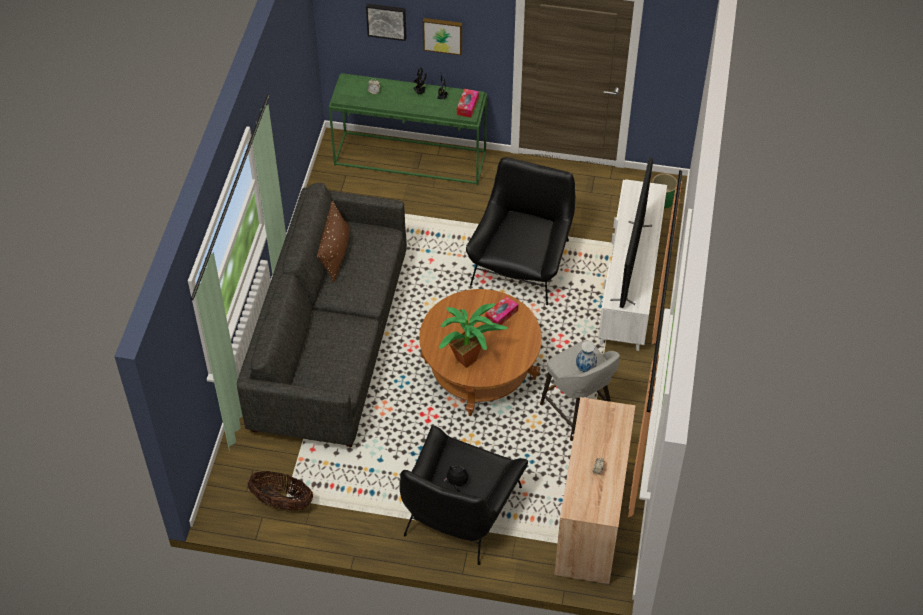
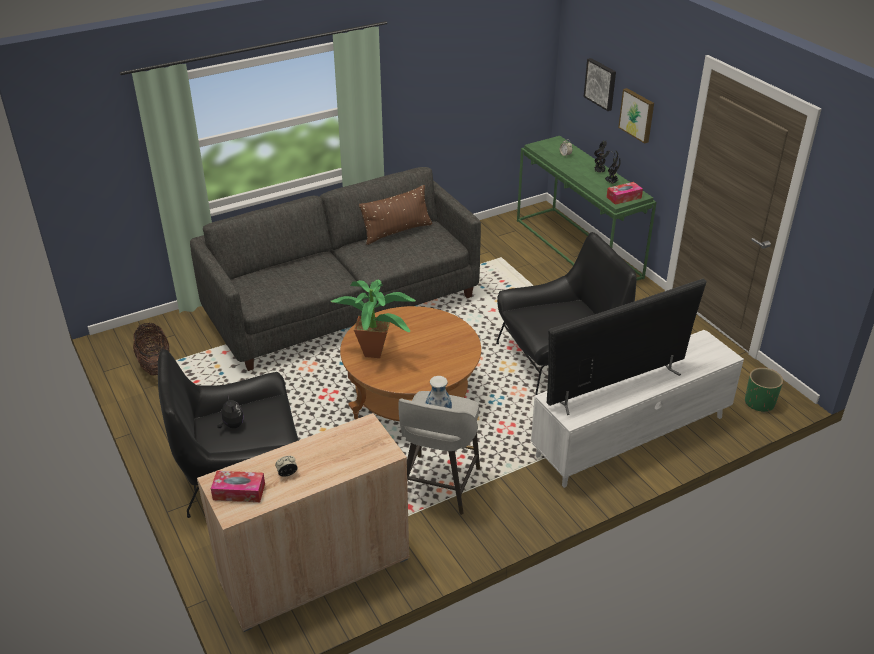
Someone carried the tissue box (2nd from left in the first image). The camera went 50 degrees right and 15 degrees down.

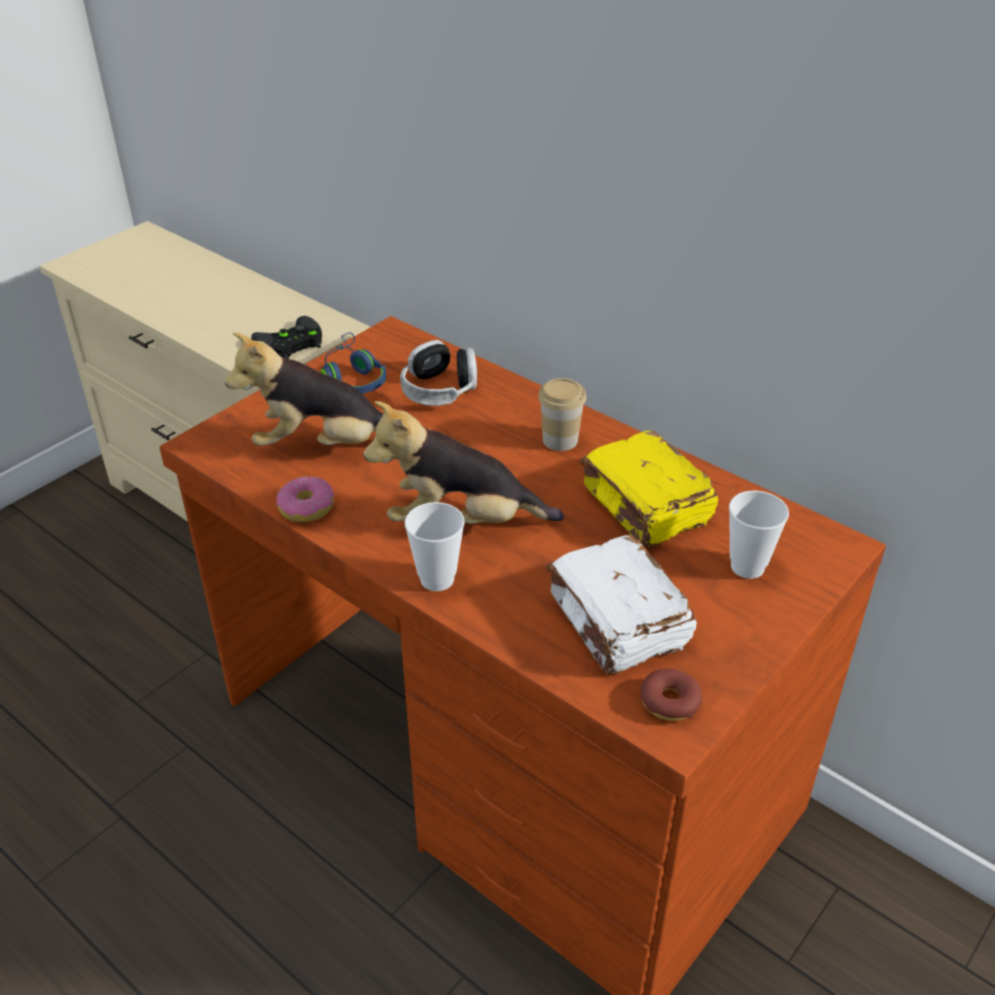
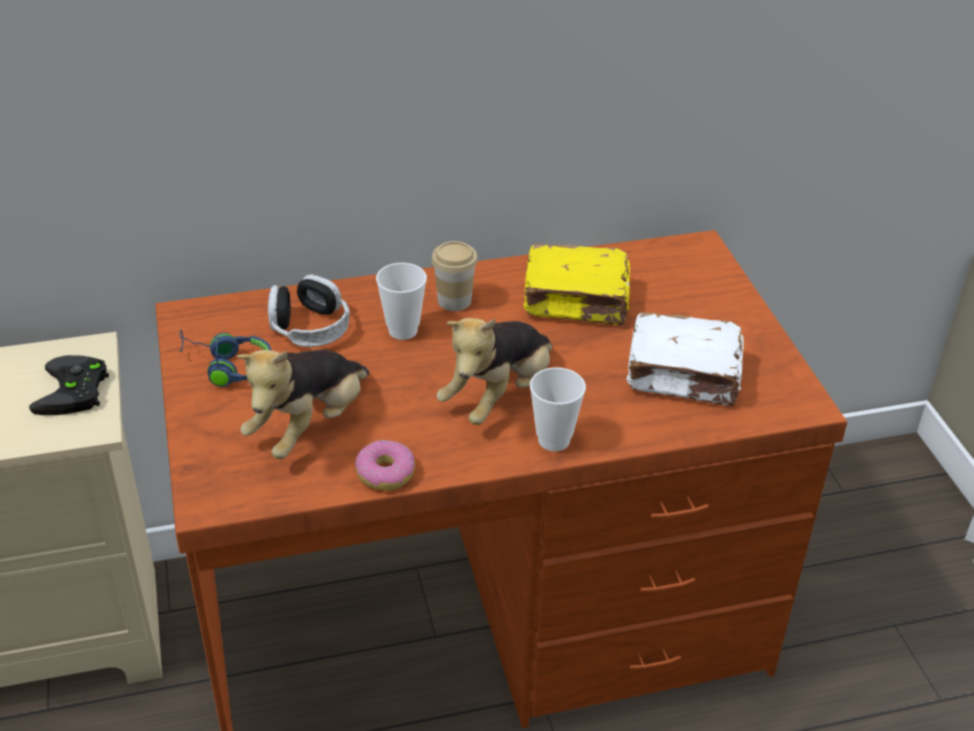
Someone took away the donut (2nd from left). Someone carried the cup (3rd from left in the first image). The camera went 55 degrees left and 0 degrees up.

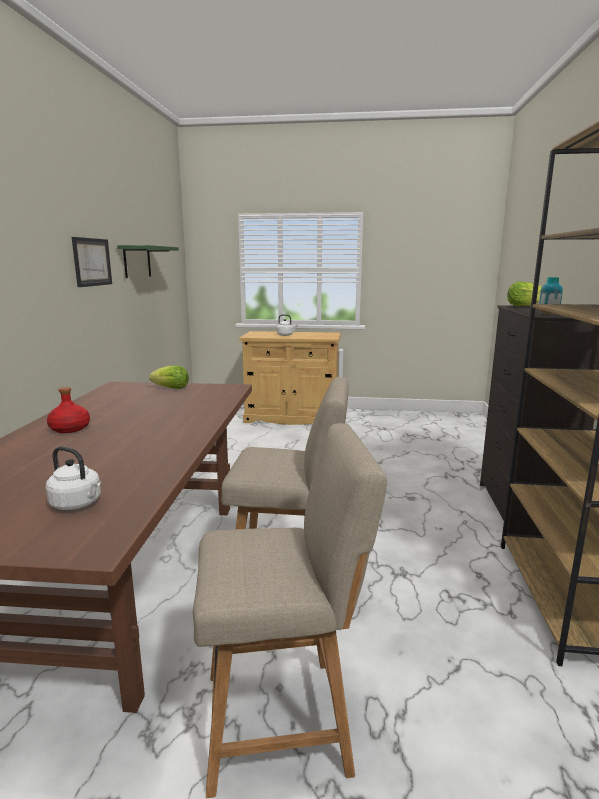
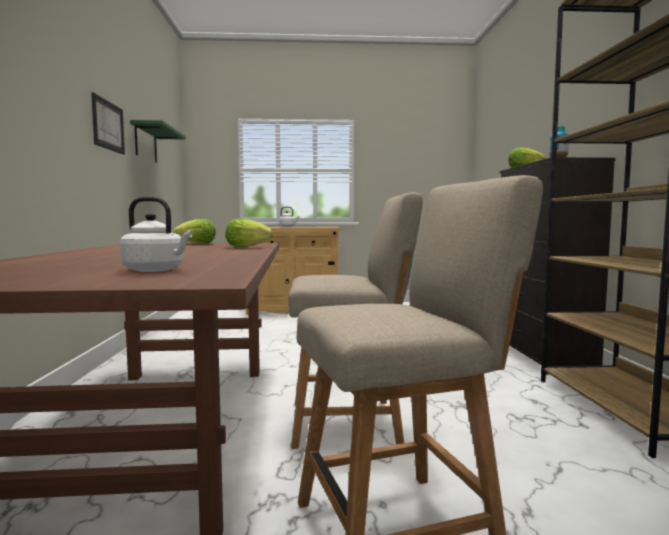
Someone took away the red bottle. Someone put down the lettuce (2nd from left). The camera went 10 degrees left and 10 degrees down.

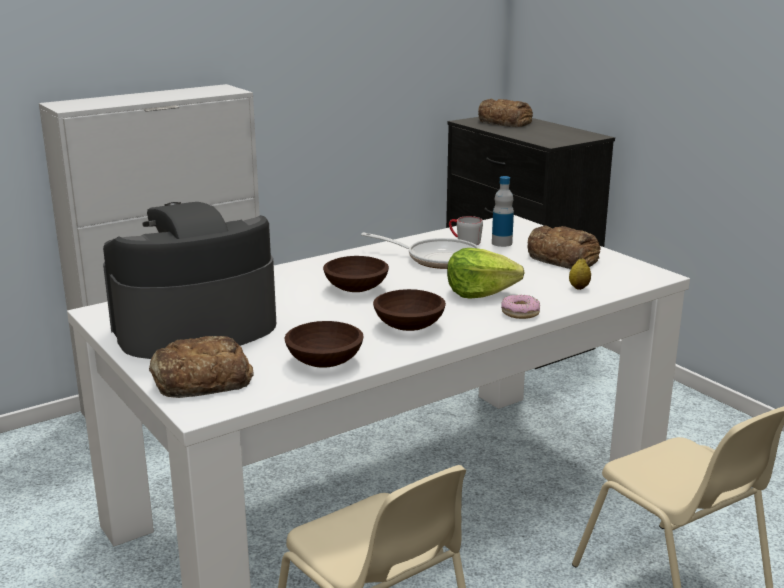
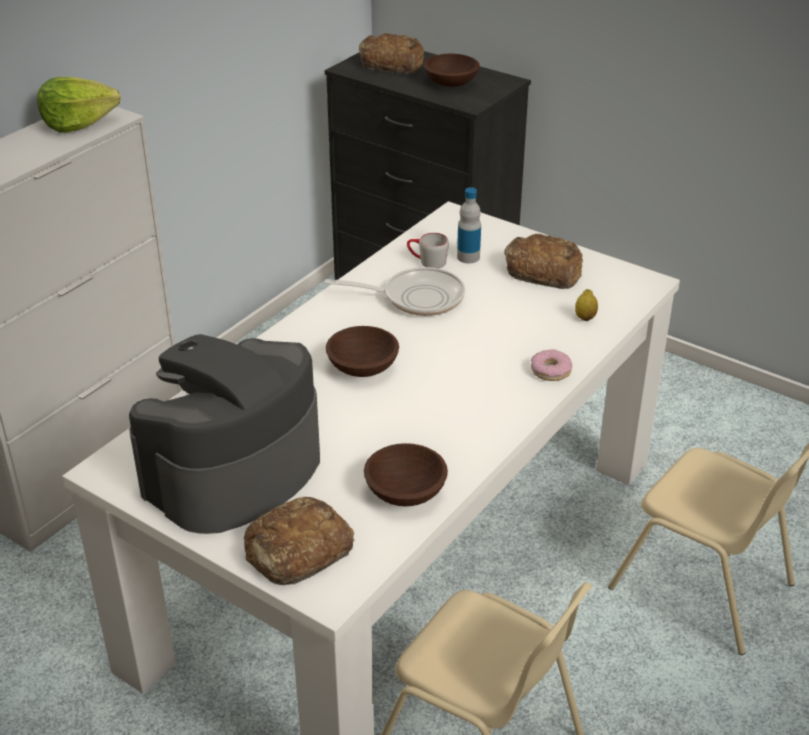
Someone carried the brown bowl (3rd from left). Someone carried the lettuce. The camera went 20 degrees left and 15 degrees up.

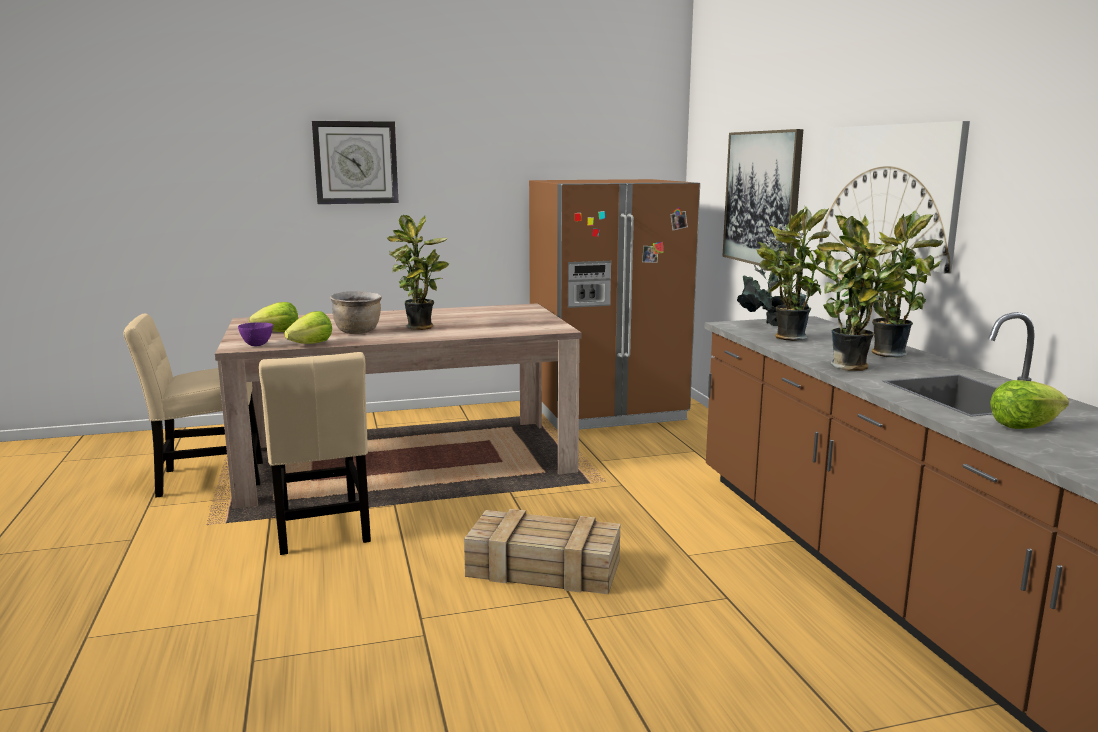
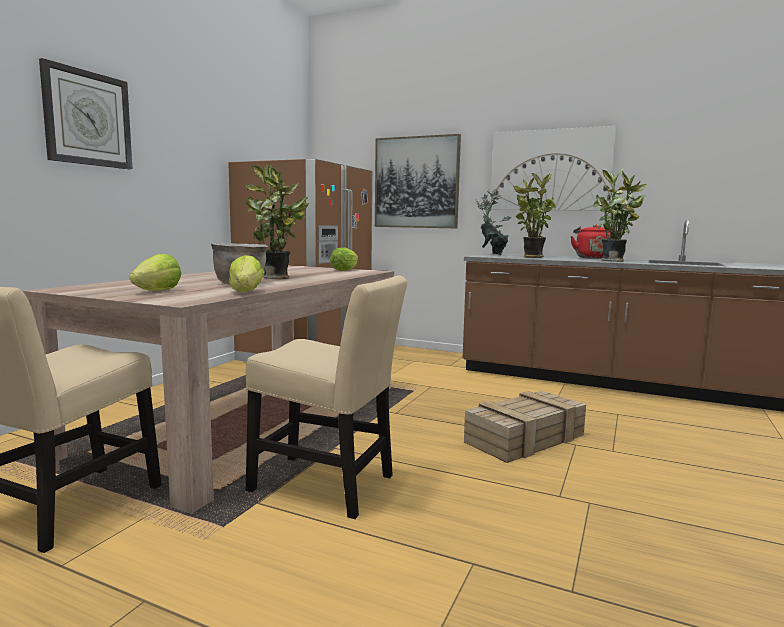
Someone took away the purple bowl. Someone carried the lettuce (3rd from left). Someone swapped the potted plant (5th from left) for the red kettle. The camera went 50 degrees left and 5 degrees down.

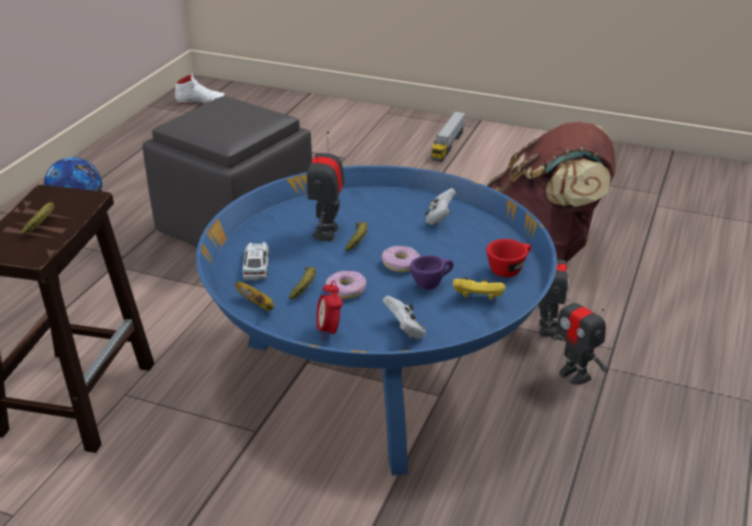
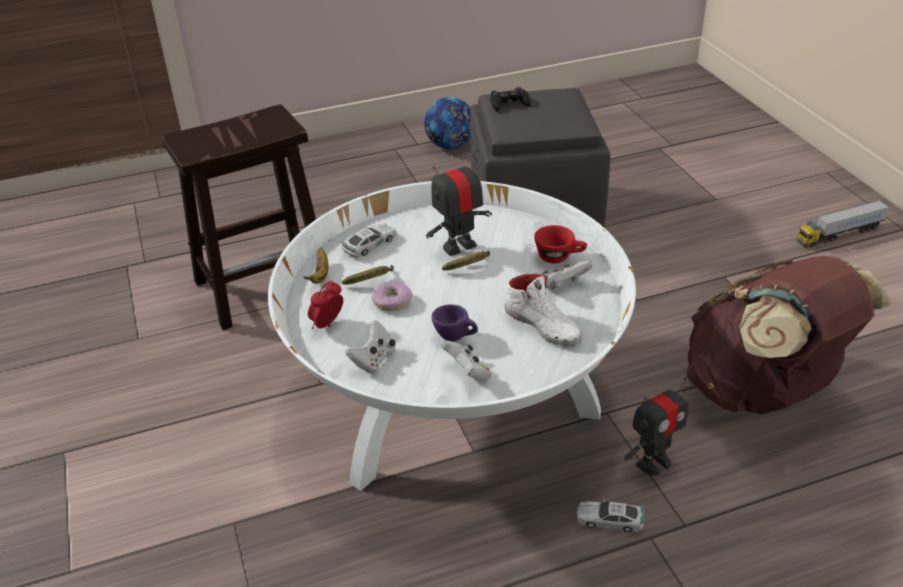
Someone took away the banana (1st from left). Someone took away the donut (2nd from left). Someone put down the black game controller. Someone carried the white shoe. Someone carried the red cup. Someone swapped the toy robot (3rd from left) for the toy car (2nd from left). Someone repainted the blue coffee table, which became the white coffee table. Someone repainted the yellow game controller, which became the white game controller (2nd from left). The camera went 50 degrees right and 5 degrees up.

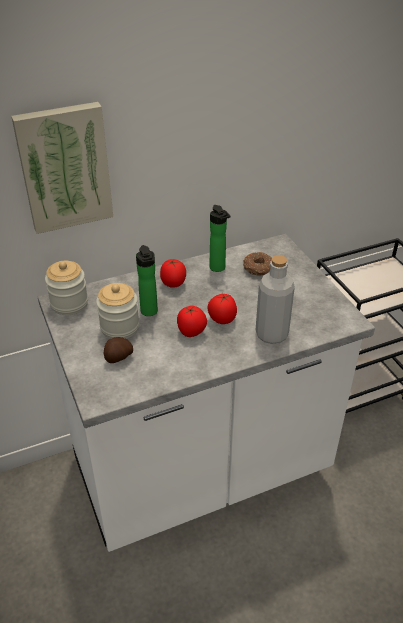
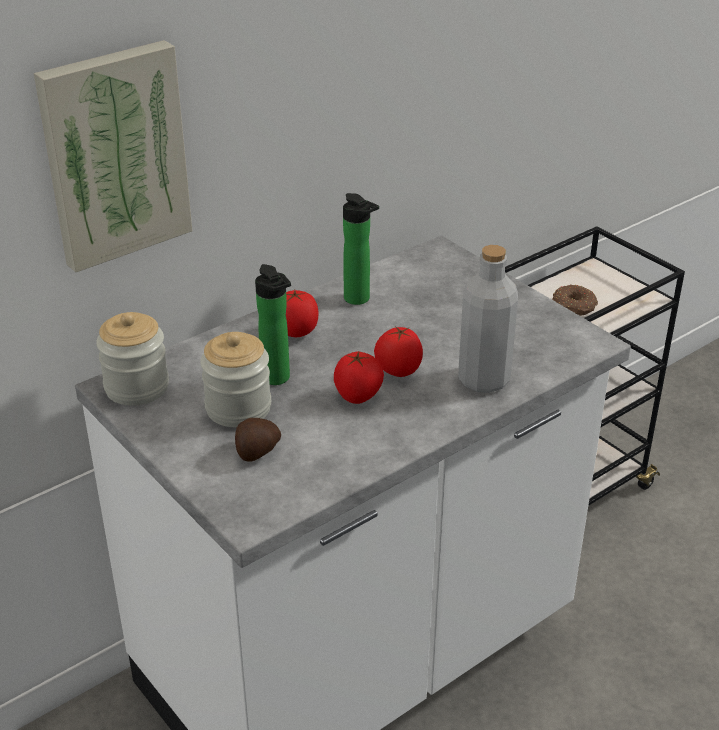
Someone carried the donut. The camera went 15 degrees left and 5 degrees down.

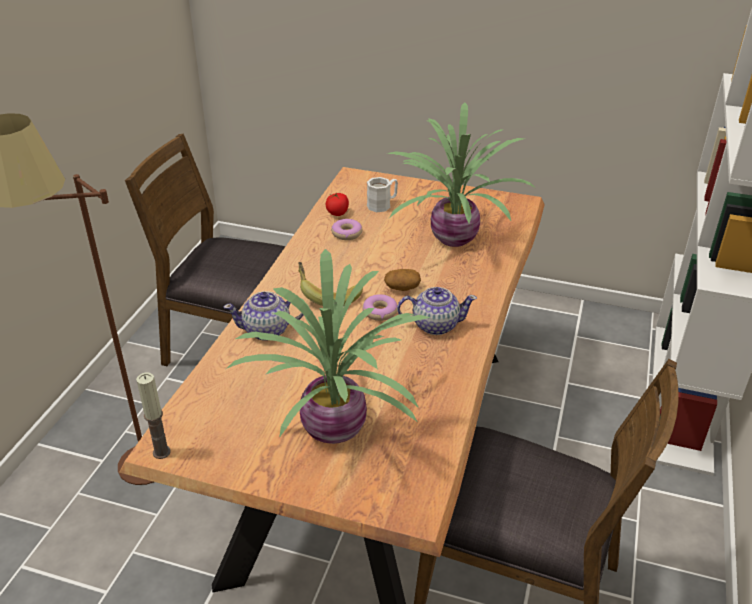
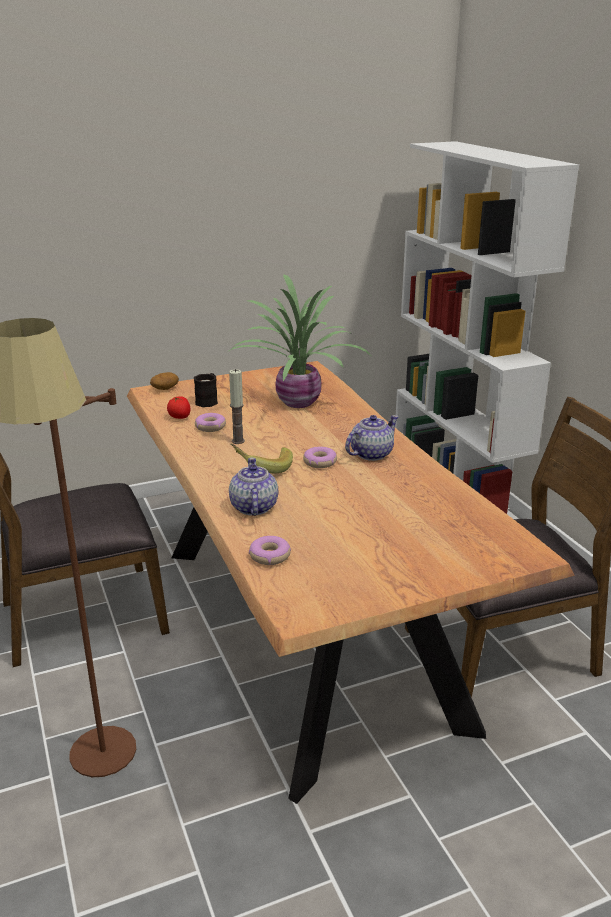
Someone took away the potted plant (1st from left). Someone put down the donut (2nd from left). Someone carried the candle. Someone carried the potato. Someone repainted the white mug, which became the black mug. Someone rotated the teapot (1st from left) by 135 degrees clockwise. The camera went 40 degrees left and 10 degrees down.

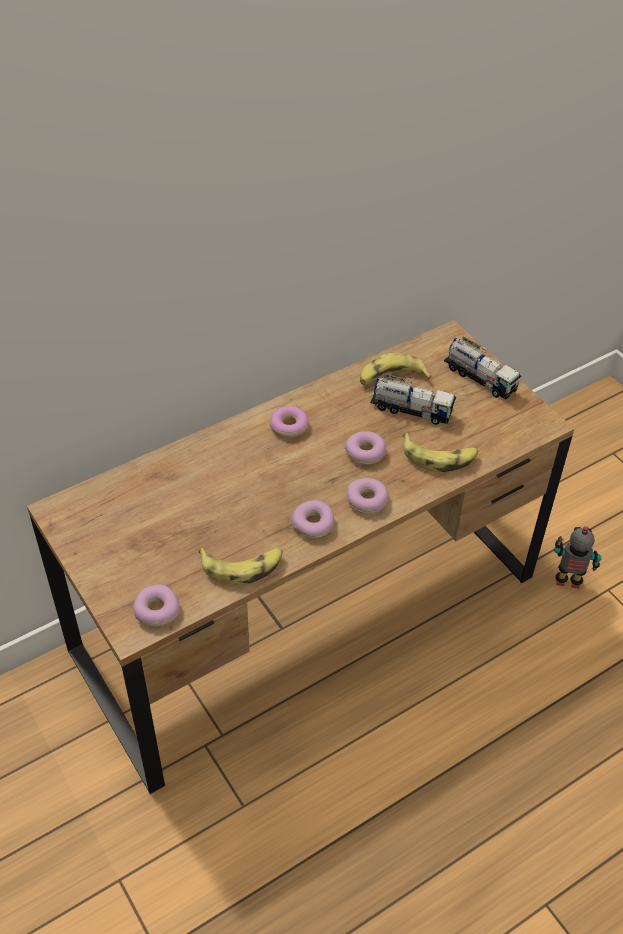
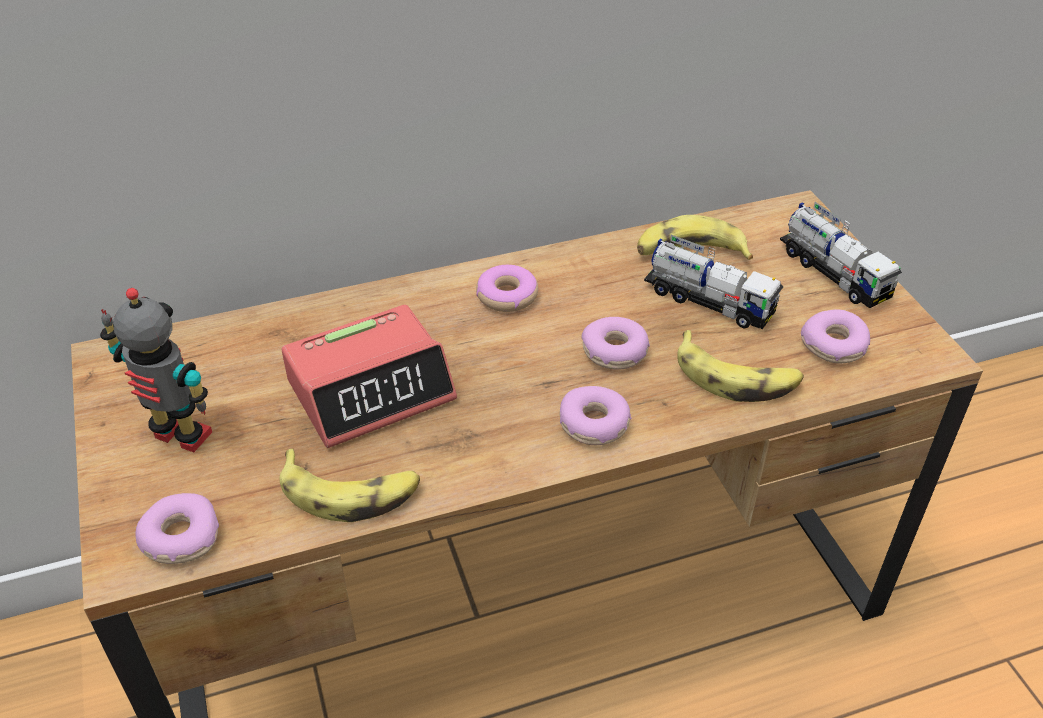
Someone put down the alarm clock. Someone carried the donut (3rd from left in the first image). Someone carried the toy robot. The camera went 15 degrees right and 5 degrees down.

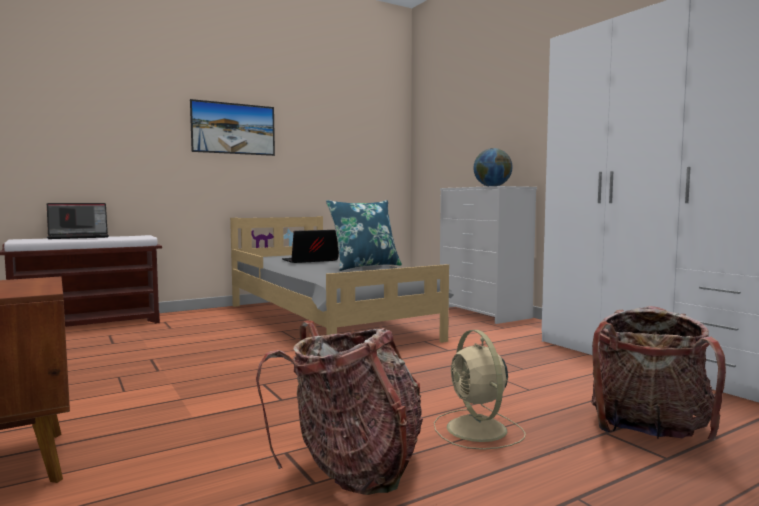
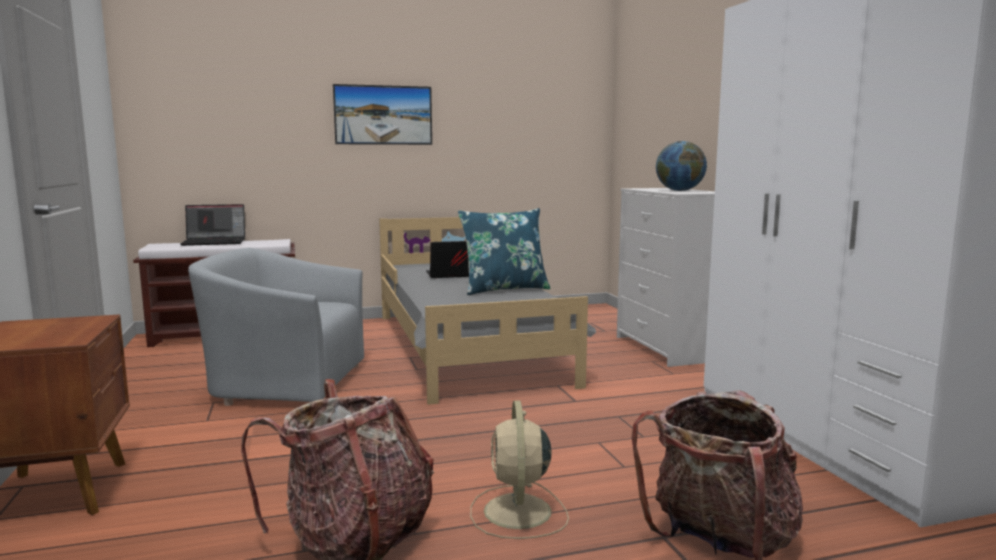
Someone put down the grey armchair. The camera went 15 degrees right and 5 degrees up.

